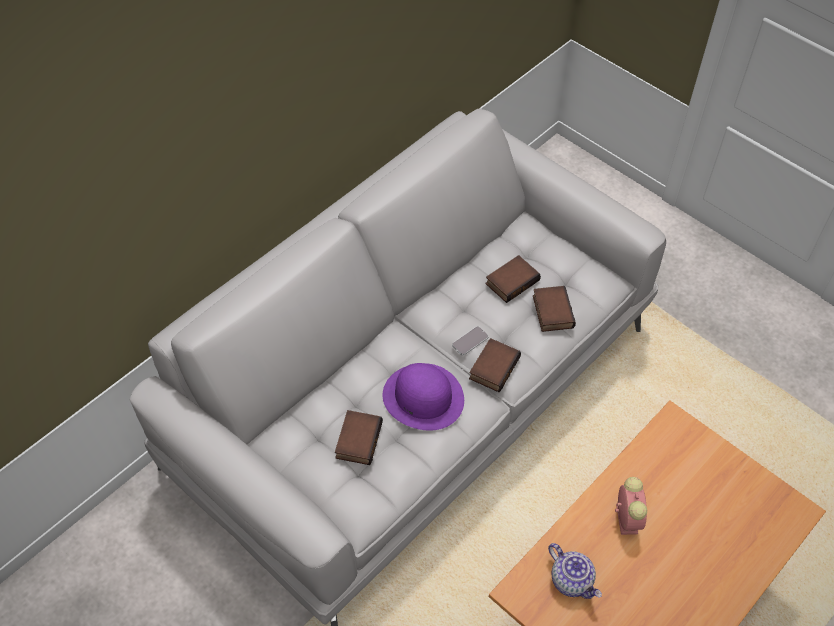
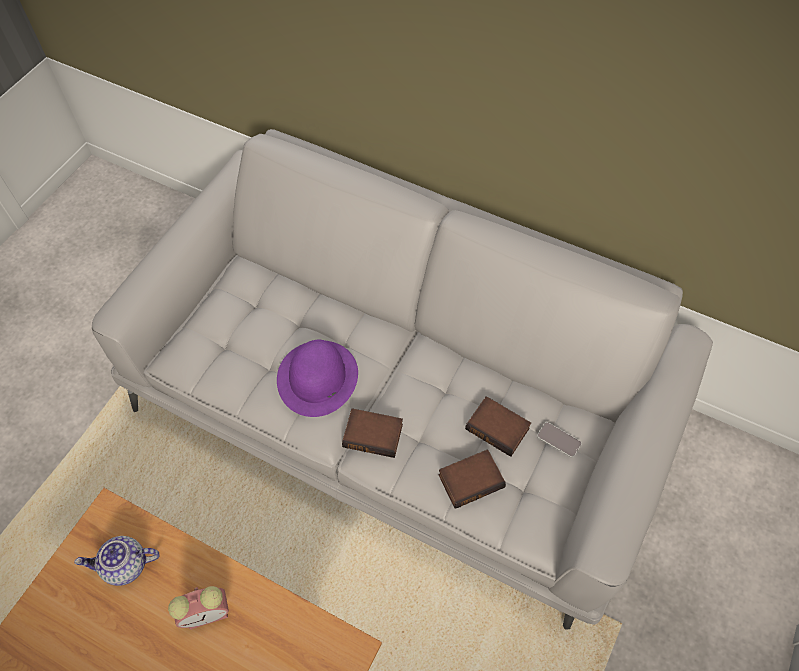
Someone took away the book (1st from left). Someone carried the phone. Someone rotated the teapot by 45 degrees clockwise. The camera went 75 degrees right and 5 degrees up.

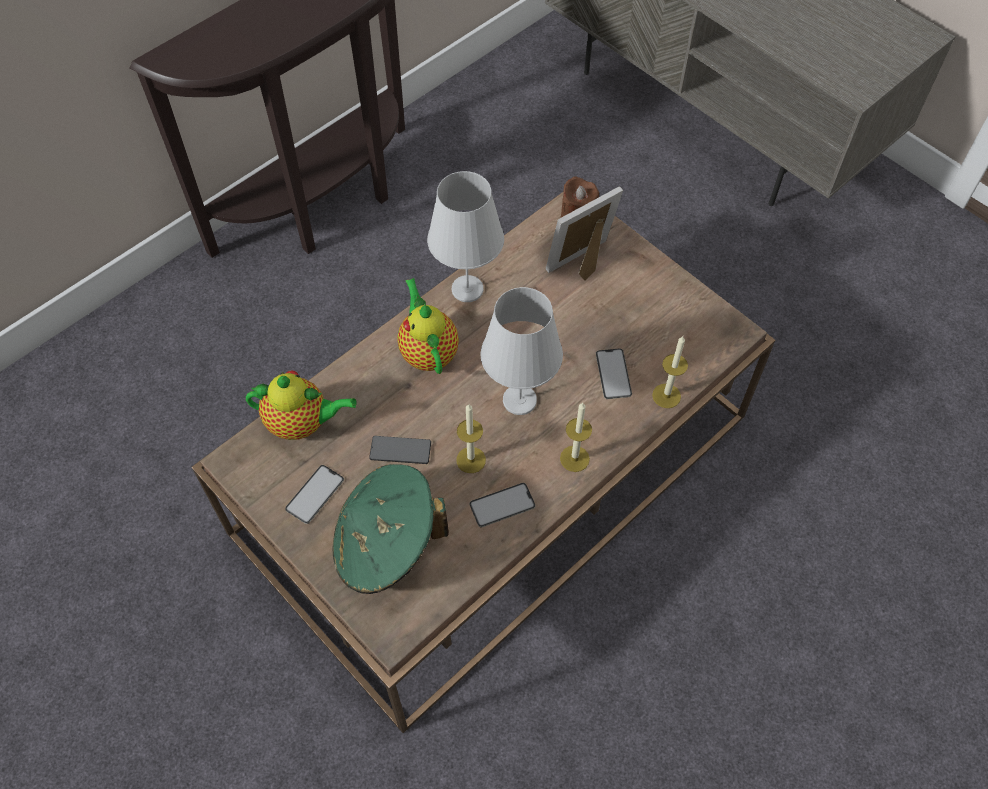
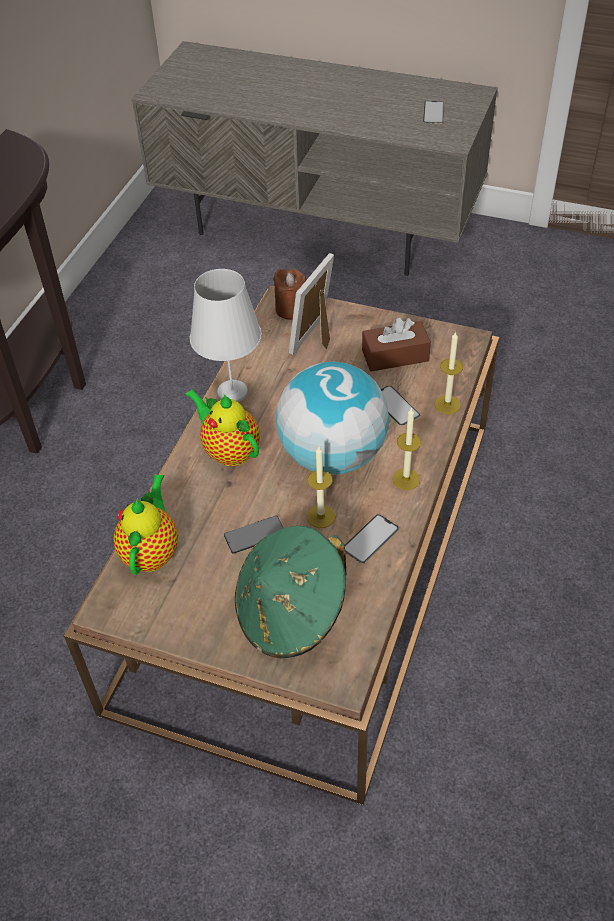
Someone put down the brown tissue box. Someone carried the phone (1st from left in the first image). Someone swapped the white table lamp (2nd from left) for the globe. Someone rotated the teapot (1st from left) by 60 degrees counterclockwise. The camera went 25 degrees left and 10 degrees down.

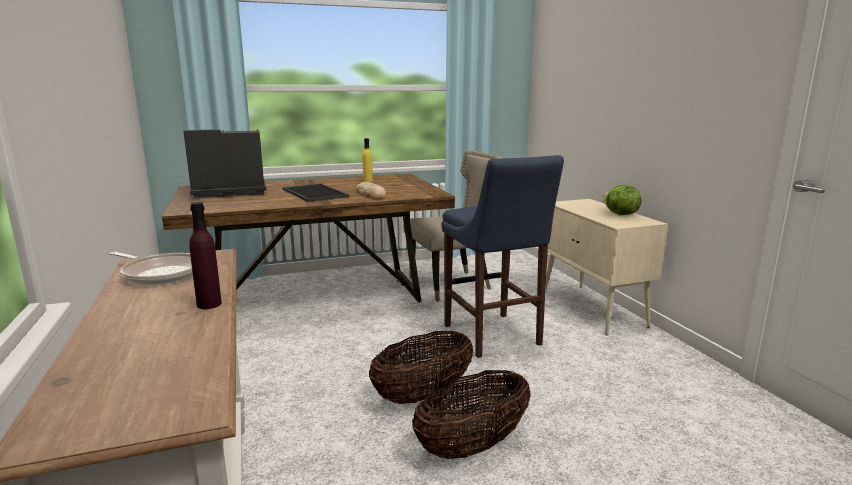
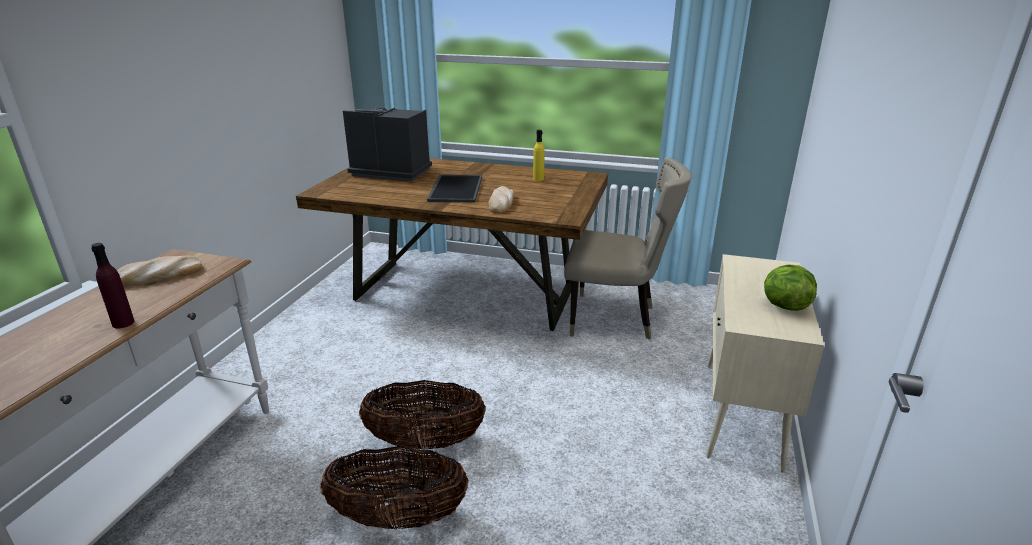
Someone took away the blue stool. Someone swapped the frying pan for the bread (1st from left). The camera went 35 degrees right and 10 degrees up.

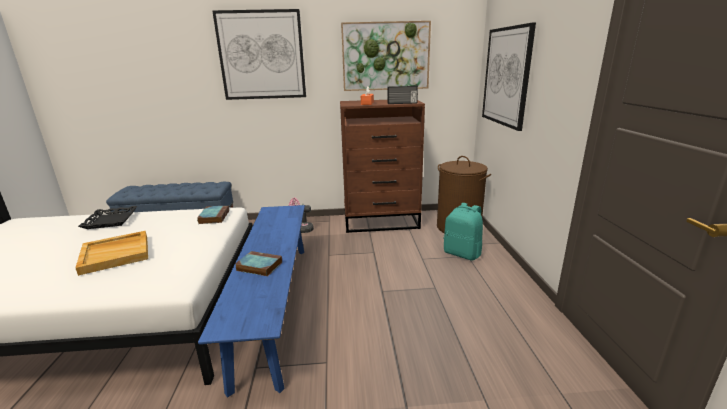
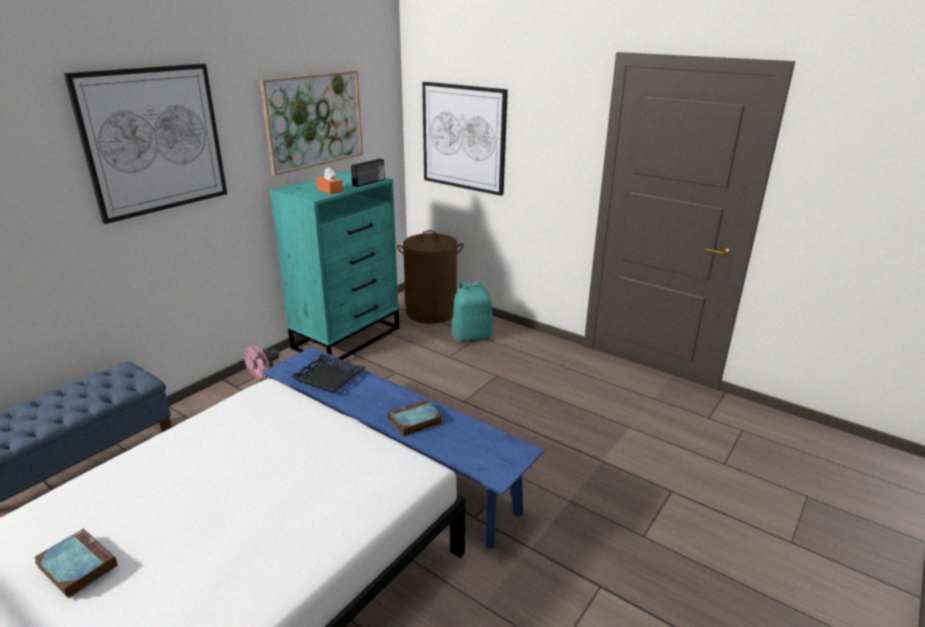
Someone took away the beige tray. Someone carried the black tray. Someone carried the book (1st from left). Someone repainted the brown dresser, which became the turquoise dresser. The camera went 50 degrees left and 5 degrees up.

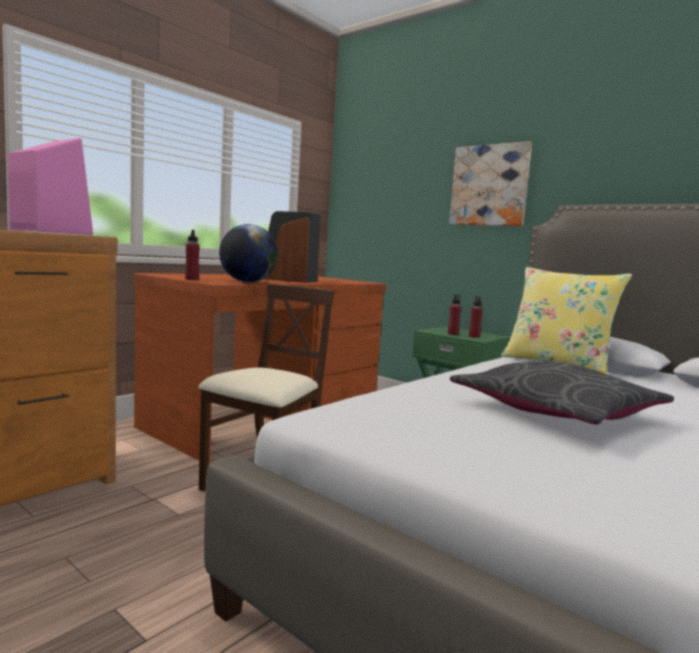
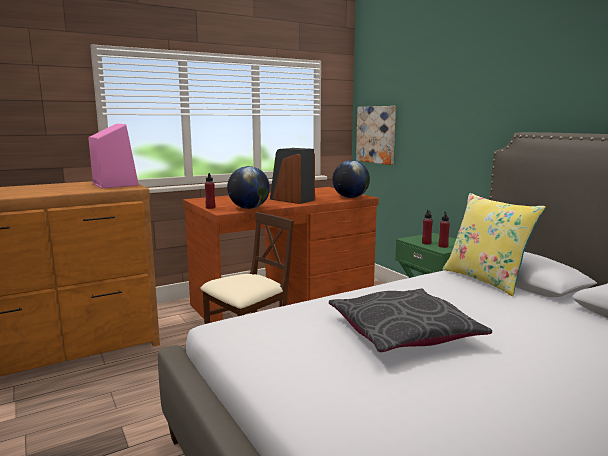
Someone put down the globe (2nd from left). Someone carried the picture. The camera went 20 degrees right and 5 degrees up.

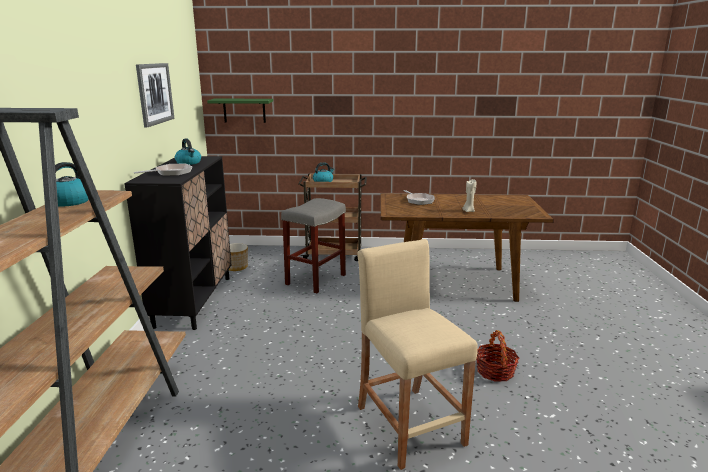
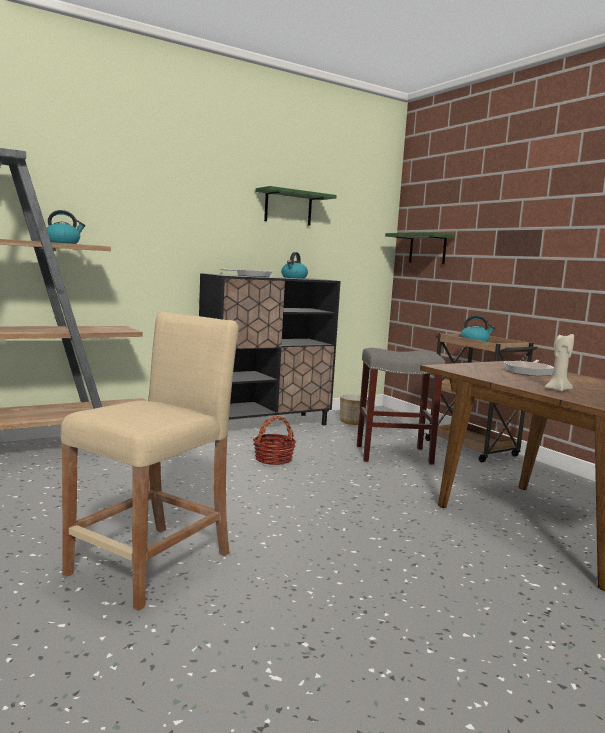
Someone carried the basket. Someone swapped the picture for the green shelf (1st from left). The camera went 55 degrees right and 10 degrees down.

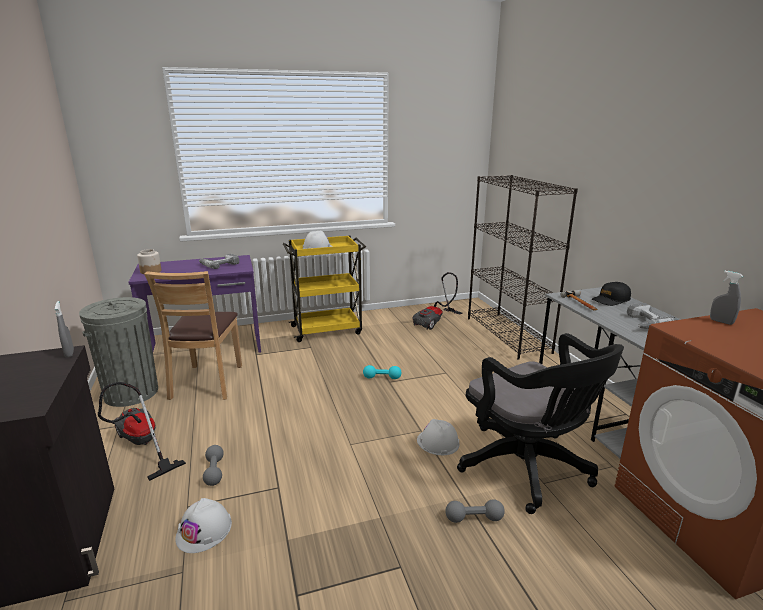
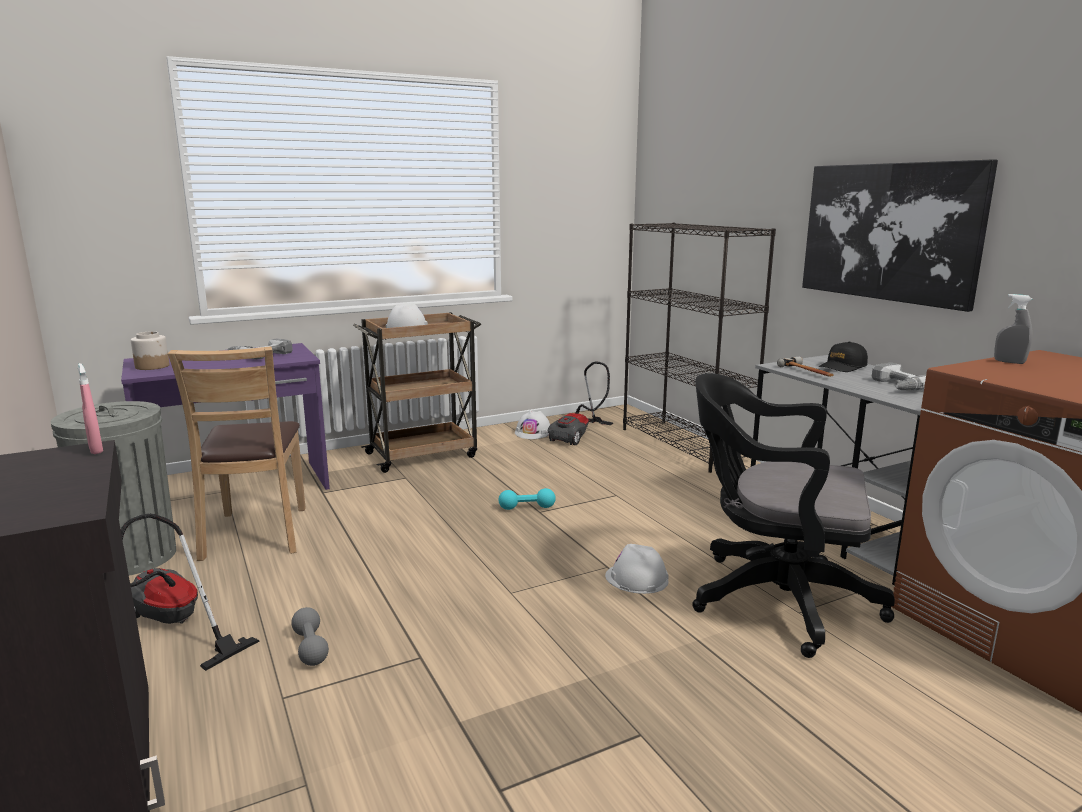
Someone took away the grey dumbbell (2nd from left). Someone put up the picture. Someone carried the white hard hat (1st from left in the first image). Someone repainted the grey spray bottle (1st from left), which became the pink spray bottle. Someone repainted the yellow cart, which became the brown cart. Someone rotated the black office chair by 150 degrees clockwise. The camera went 10 degrees left and 5 degrees down.

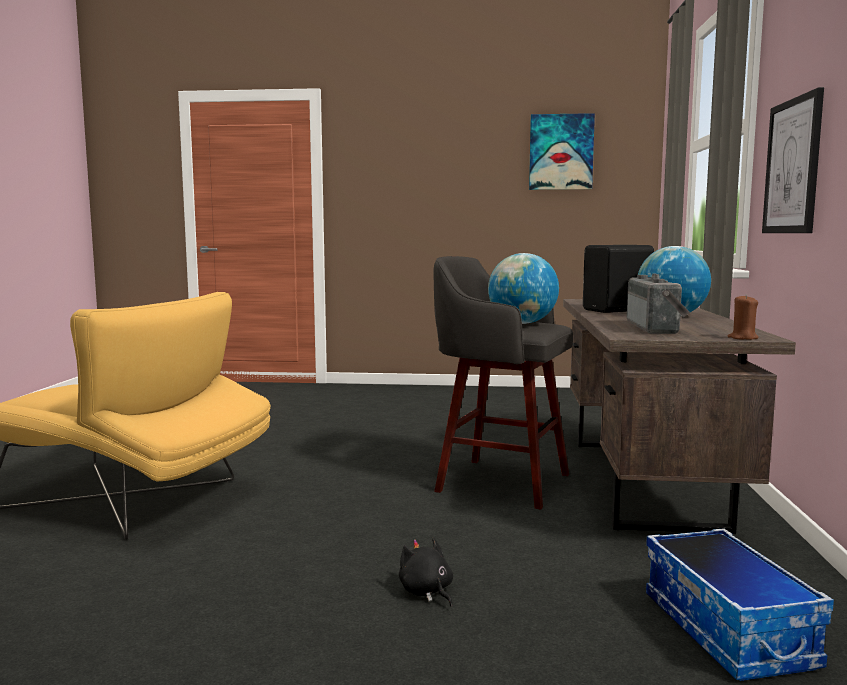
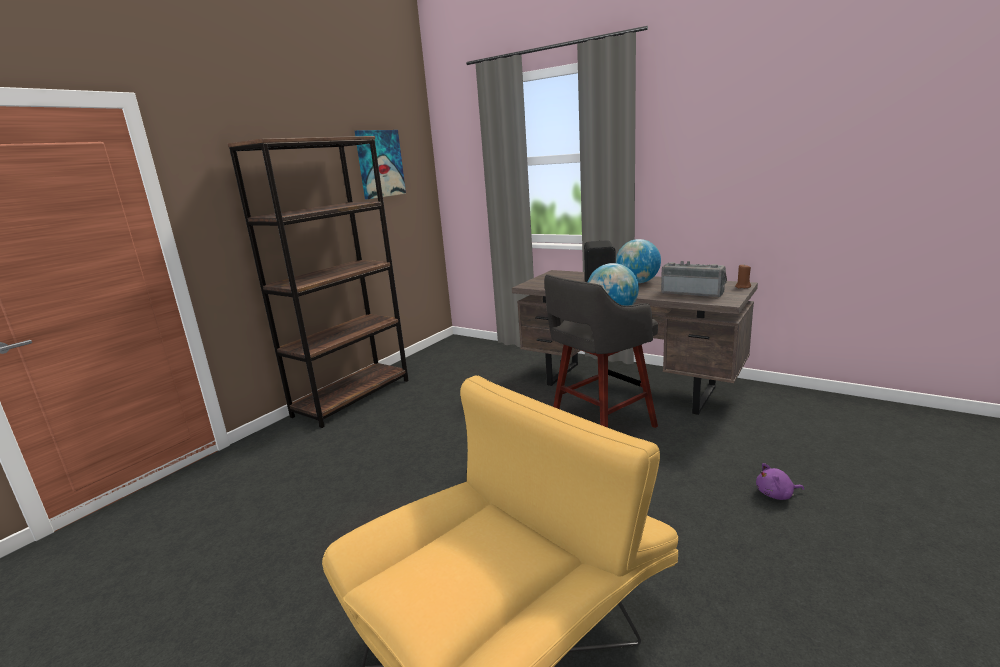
Someone took away the storage box. Someone took away the picture (2nd from left). Someone put down the brown bookcase. Someone repainted the black plush toy, which became the purple plush toy. The camera went 60 degrees left and 10 degrees up.

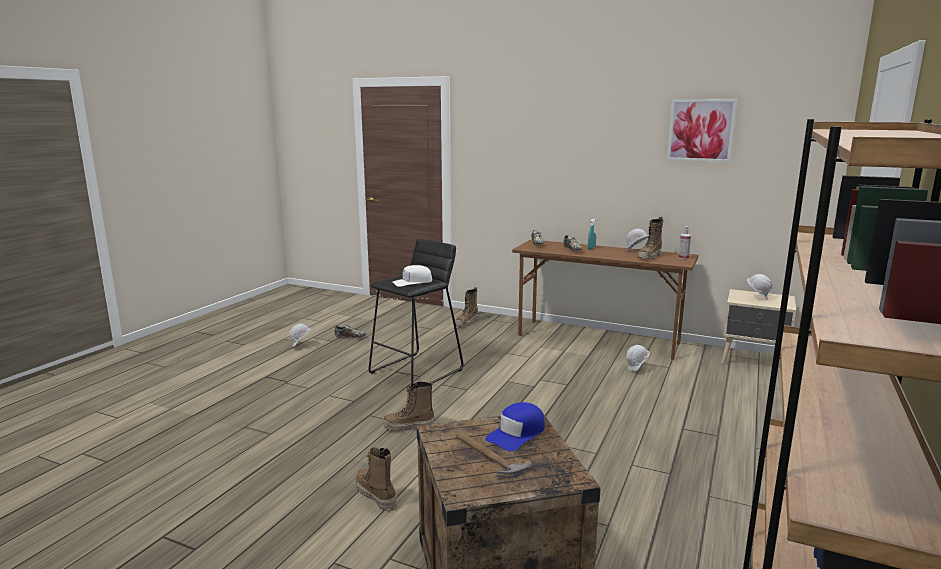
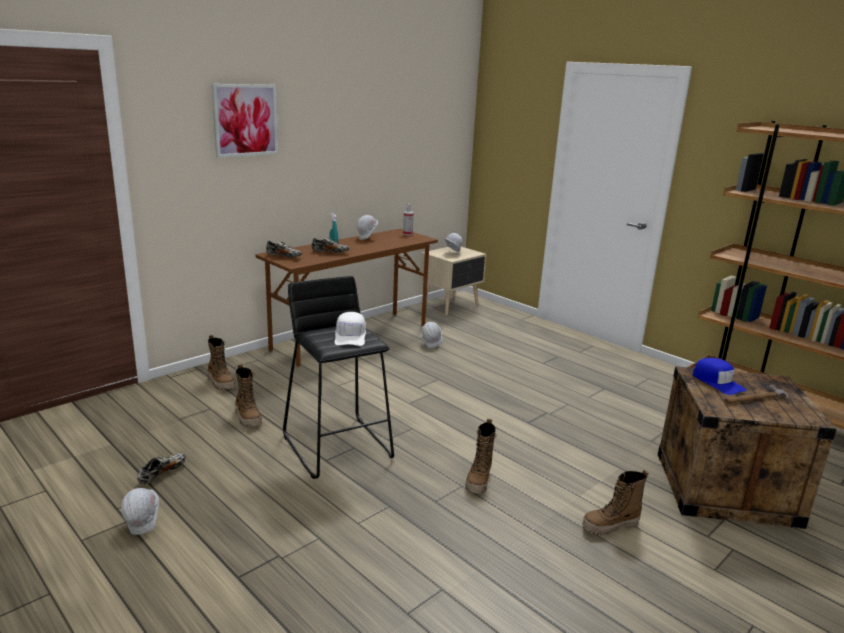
Someone carried the boot (4th from left in the first image). Someone carried the picture. The camera went 70 degrees left and 5 degrees up.

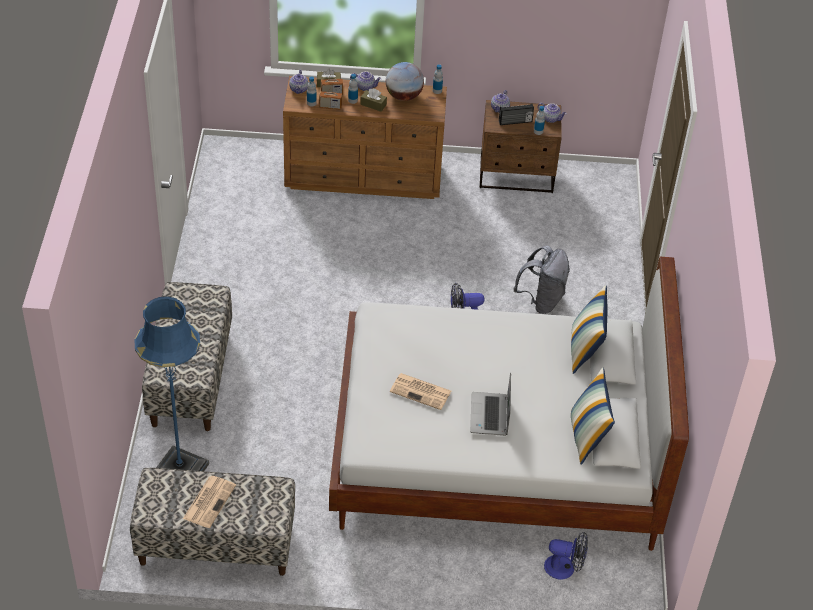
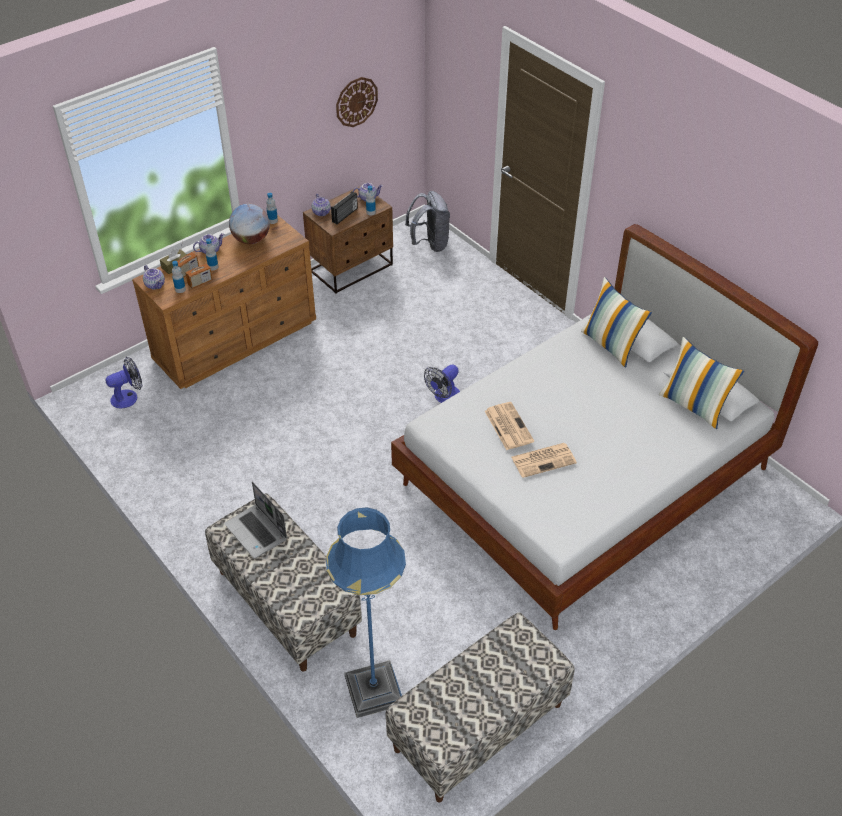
Someone took away the brown tissue box (2nd from left). Someone put up the wall clock. Someone carried the newspaper (1st from left). Someone carried the laptop. Someone carried the grey backpack. Someone carried the fan (2nd from left in the first image). The camera went 40 degrees left and 0 degrees up.

